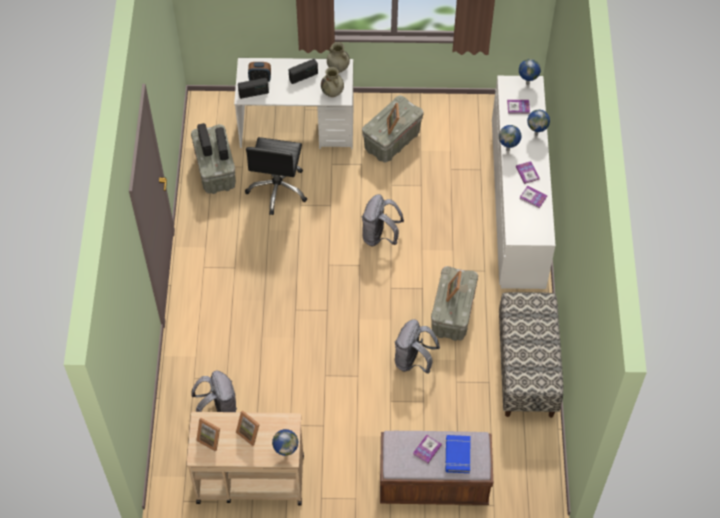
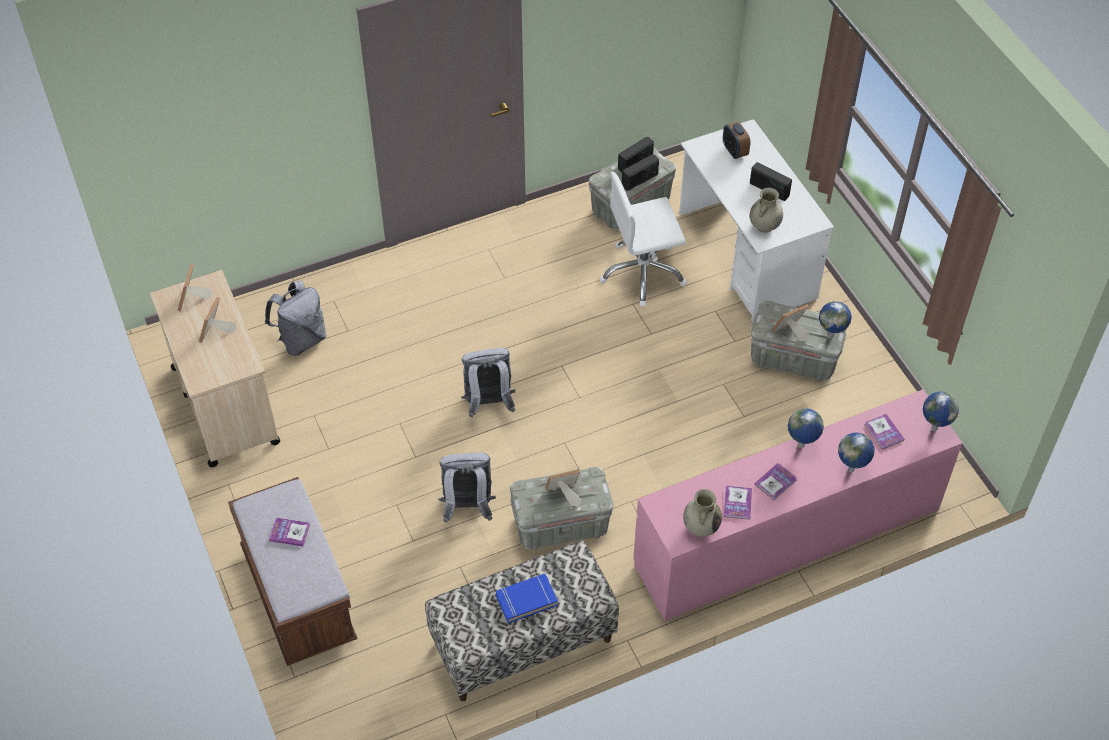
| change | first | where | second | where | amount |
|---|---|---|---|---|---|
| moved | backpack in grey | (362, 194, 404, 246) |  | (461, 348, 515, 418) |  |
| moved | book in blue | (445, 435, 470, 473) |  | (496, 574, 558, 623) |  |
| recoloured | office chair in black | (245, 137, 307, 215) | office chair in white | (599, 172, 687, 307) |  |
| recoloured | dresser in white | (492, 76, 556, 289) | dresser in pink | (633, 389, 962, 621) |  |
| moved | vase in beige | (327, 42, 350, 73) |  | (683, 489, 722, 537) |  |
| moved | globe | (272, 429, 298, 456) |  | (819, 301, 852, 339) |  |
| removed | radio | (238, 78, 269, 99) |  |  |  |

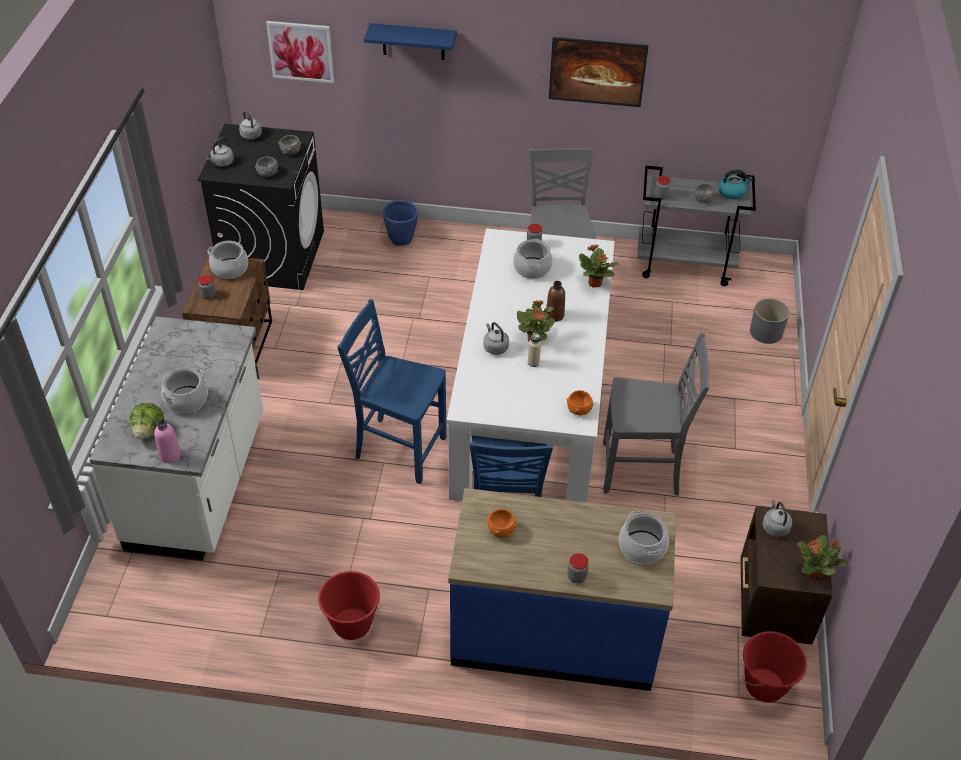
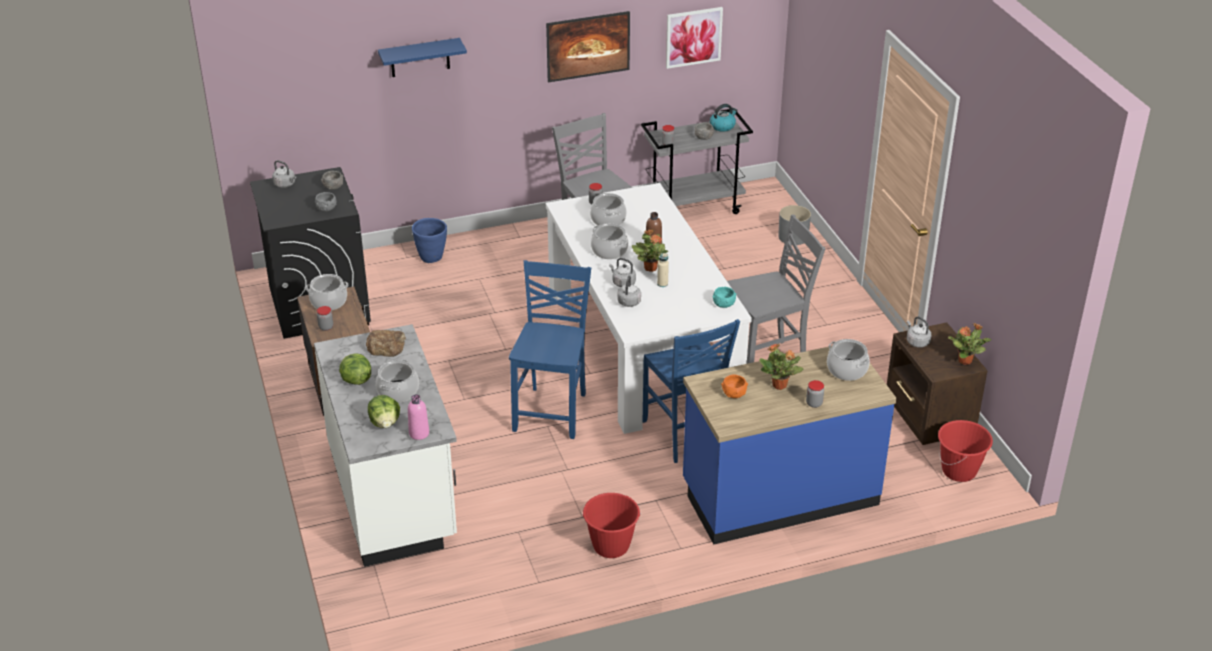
| change | first | where | second | where | amount |
|---|---|---|---|---|---|
| added |  |  | lettuce | (339, 353, 371, 385) |  |
| added |  |  | bread | (366, 330, 406, 357) |  |
| turned | chair in blue | (337, 299, 447, 484) |  | (509, 260, 591, 439) | 105 degrees clockwise |
| added |  |  | cooking pot | (591, 223, 628, 259) |  |
| moved | kettle in grey | (206, 137, 234, 167) |  | (617, 275, 641, 307) |  |
| moved | picture | (266, 21, 334, 83) |  | (666, 7, 723, 69) |  |
| recoloured | bowl in orange | (566, 390, 594, 415) | bowl in turquoise | (713, 287, 737, 308) |  |
| moved | potted plant | (579, 245, 618, 288) |  | (759, 344, 803, 390) |  |

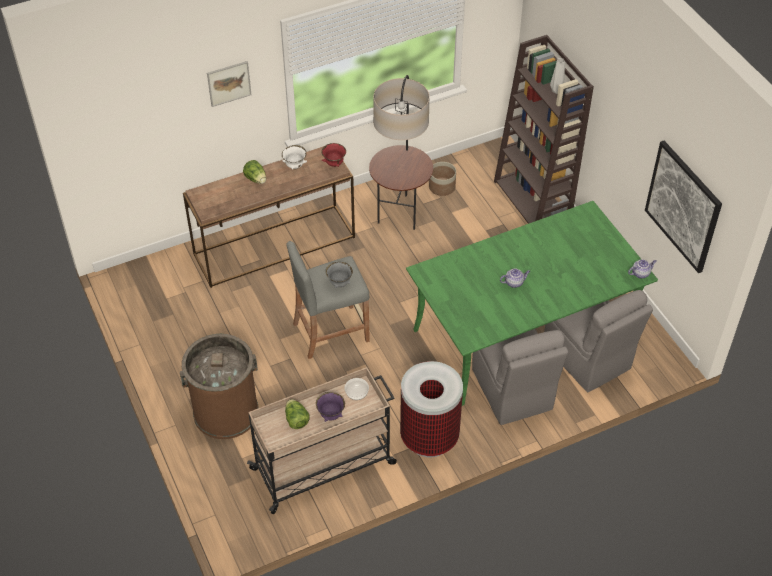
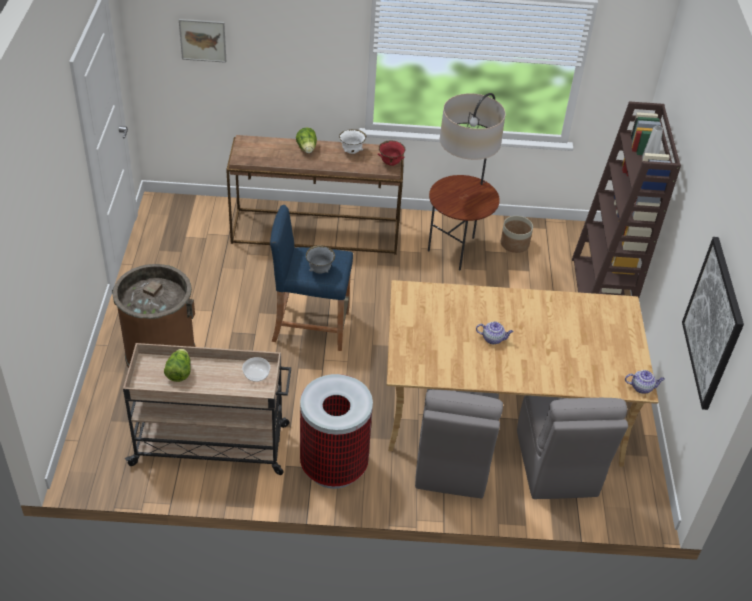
| change | first | where | second | where | amount |
|---|---|---|---|---|---|
| moved | picture | (207, 61, 252, 107) |  | (179, 19, 226, 63) |  |
| recoloured | stool in grey | (286, 241, 370, 359) | stool in blue | (270, 205, 353, 351) |  |
| recoloured | dining table in green | (406, 201, 658, 406) | dining table in beige | (387, 280, 659, 466) |  |
| removed | bowl in purple | (316, 392, 345, 422) |  |  |  |

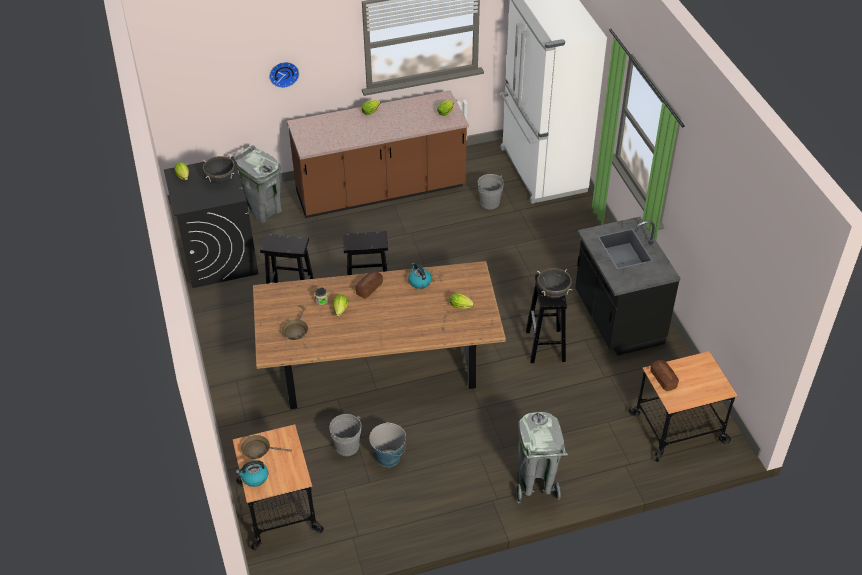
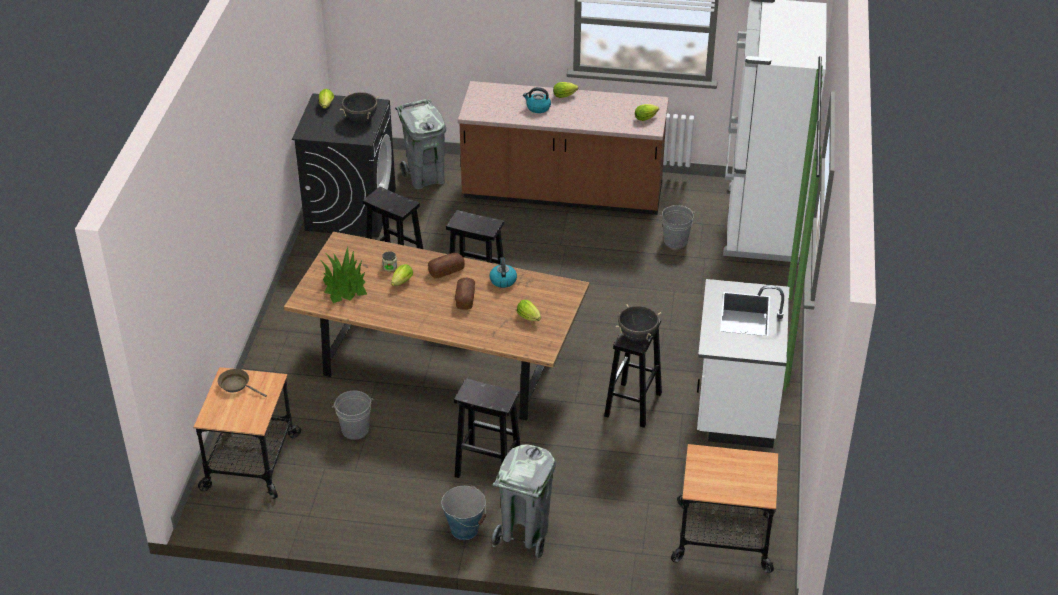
| change | first | where | second | where | amount |
|---|---|---|---|---|---|
| replaced | frying pan in brown | (282, 307, 308, 340) | potted plant | (321, 247, 367, 303) |  |
| moved | bucket | (369, 422, 406, 467) |  | (441, 486, 486, 540) |  |
| added |  |  | stool in black | (454, 378, 520, 478) |  |
| moved | bread | (650, 360, 679, 391) |  | (455, 278, 475, 310) |  |
| moved | kettle | (236, 460, 268, 487) |  | (523, 87, 551, 113) |  |
| recoloured | counter in black | (575, 217, 680, 356) | counter in white | (697, 279, 789, 448) |  |
| removed | wall clock | (269, 62, 299, 88) |  |  |  |

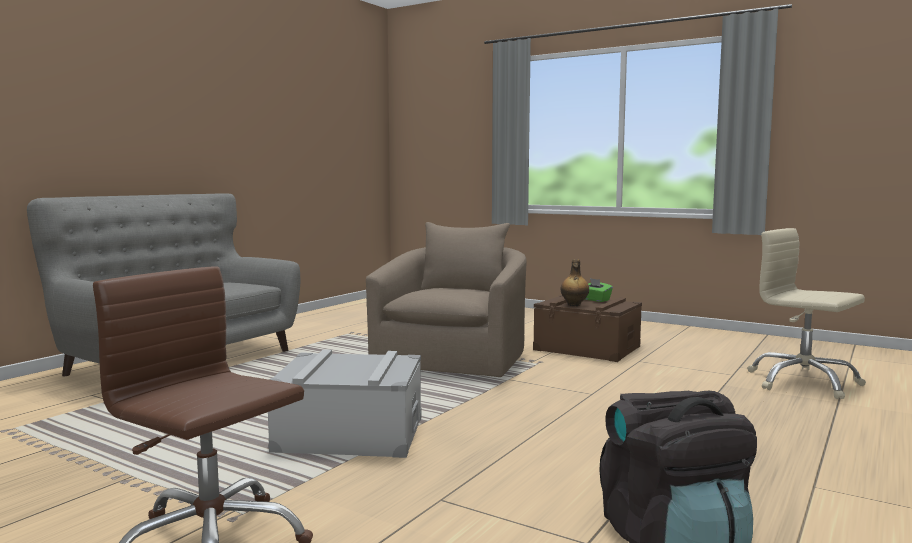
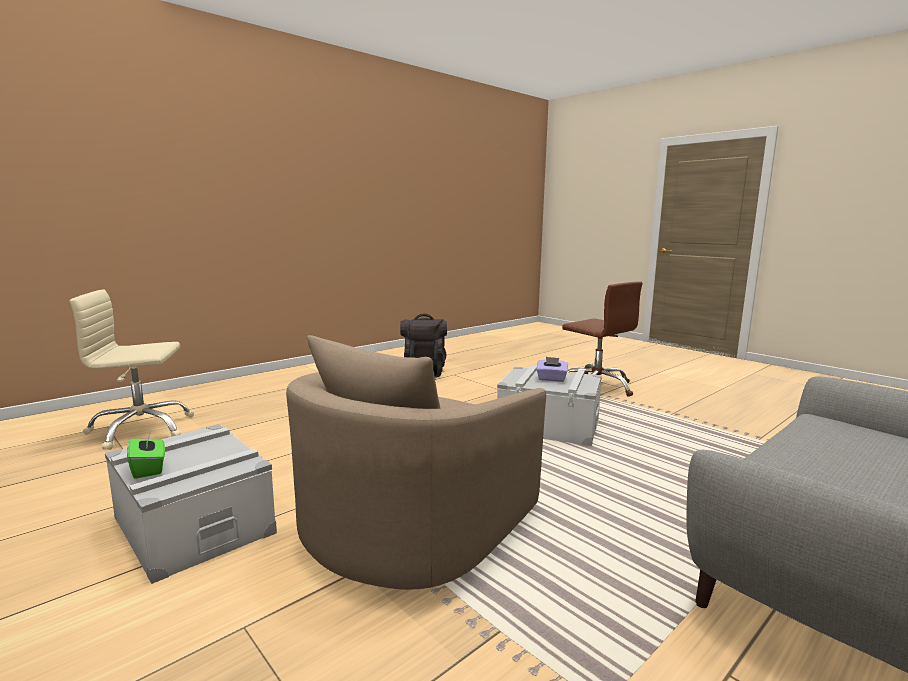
| change | first | where | second | where | amount |
|---|---|---|---|---|---|
| turned | office chair in beige | (748, 228, 866, 399) |  | (69, 290, 194, 450) | 105 degrees clockwise |
| recoloured | storage box in brown | (533, 295, 642, 362) | storage box in grey | (105, 424, 277, 584) |  |
| added |  |  | tissue box in purple | (536, 357, 568, 382) |  |
| removed | bottle | (561, 260, 589, 306) |  |  |  |

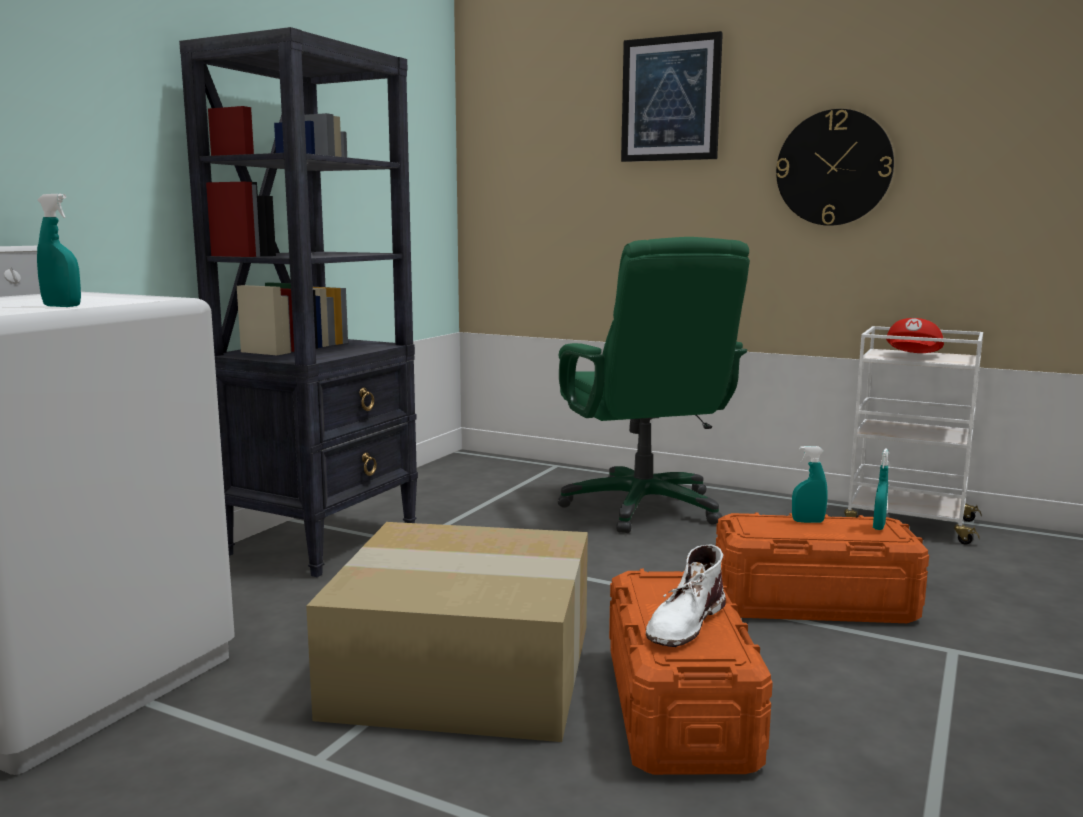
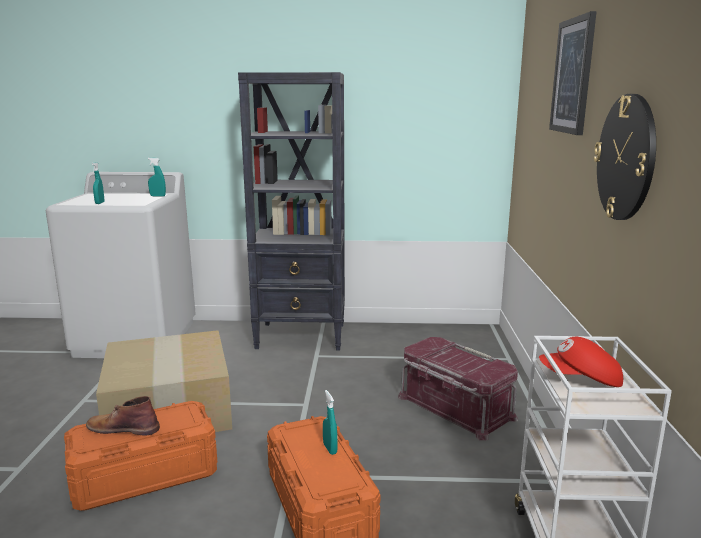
| change | first | where | second | where | amount |
|---|---|---|---|---|---|
| recoloured | boot in white | (646, 545, 726, 647) | boot in brown | (86, 396, 160, 436) |  |
| moved | spray bottle in turquoise | (873, 449, 889, 530) |  | (148, 158, 166, 197) |  |
| replaced | office chair in green | (558, 237, 750, 533) | storage box in red | (398, 337, 518, 440) |  |

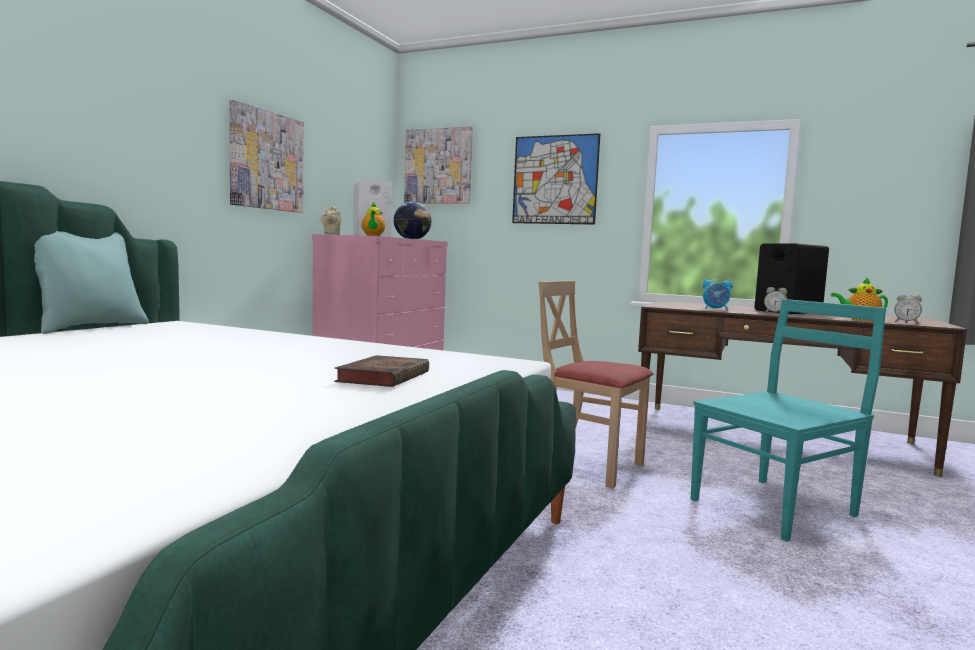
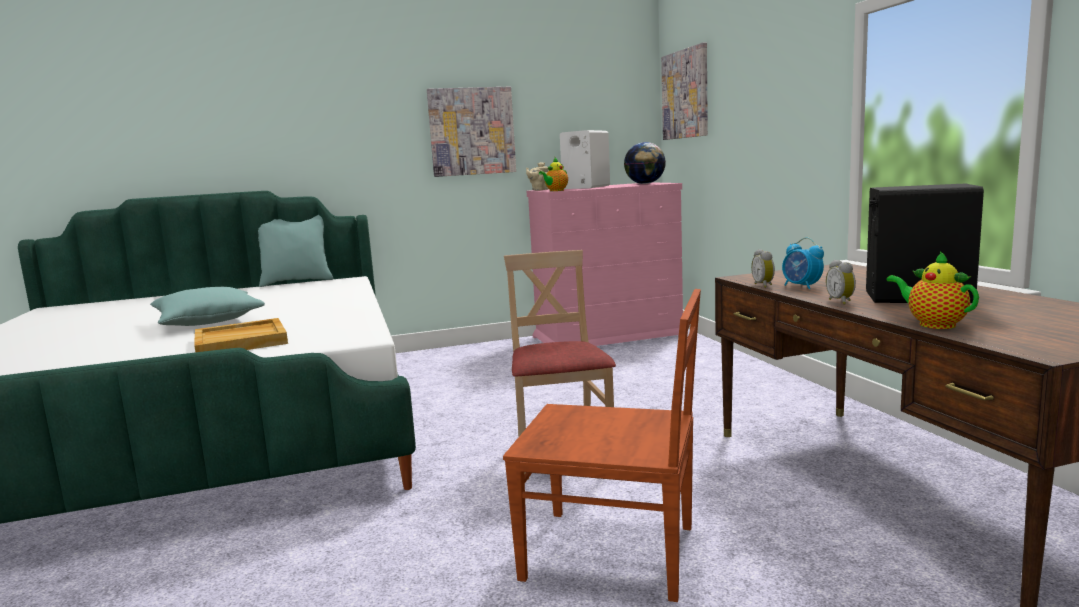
| change | first | where | second | where | amount |
|---|---|---|---|---|---|
| added |  |  | pillow in turquoise | (150, 287, 265, 326) |  |
| replaced | book | (334, 355, 429, 387) | tray in beige | (194, 318, 288, 352) |  |
| recoloured | chair in turquoise | (691, 299, 886, 542) | chair in brown | (503, 289, 701, 602) |  |
| moved | alarm clock | (894, 294, 922, 324) |  | (751, 249, 775, 288) |  |
| removed | picture | (512, 133, 600, 225) |  |  |  |

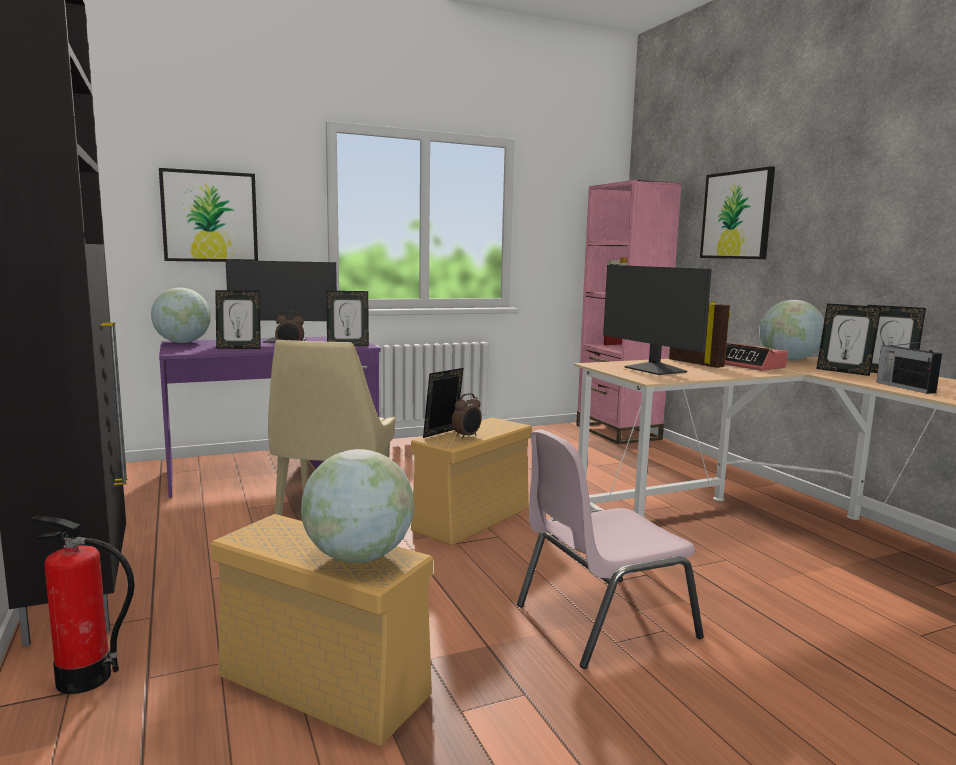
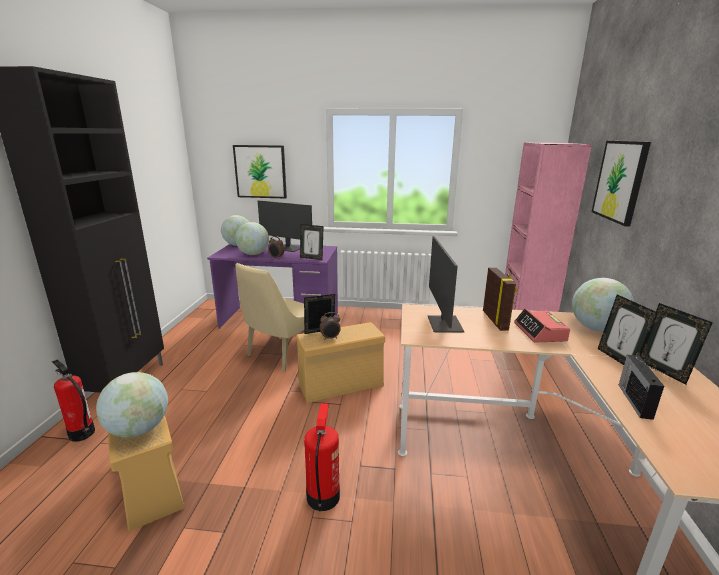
| change | first | where | second | where | amount |
|---|---|---|---|---|---|
| replaced | picture frame | (215, 290, 261, 349) | globe | (235, 222, 269, 255) |  |
| replaced | chair in pink | (517, 429, 704, 669) | fire extinguisher | (304, 403, 340, 511) |  |

